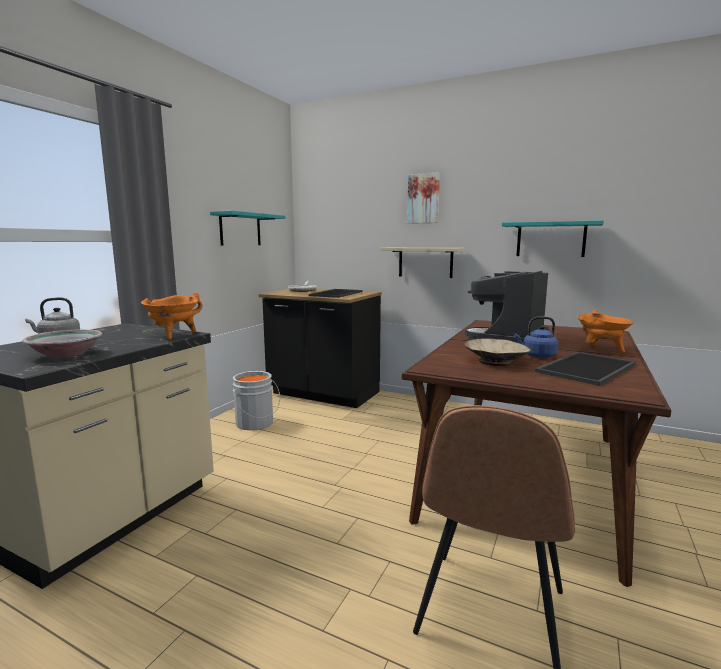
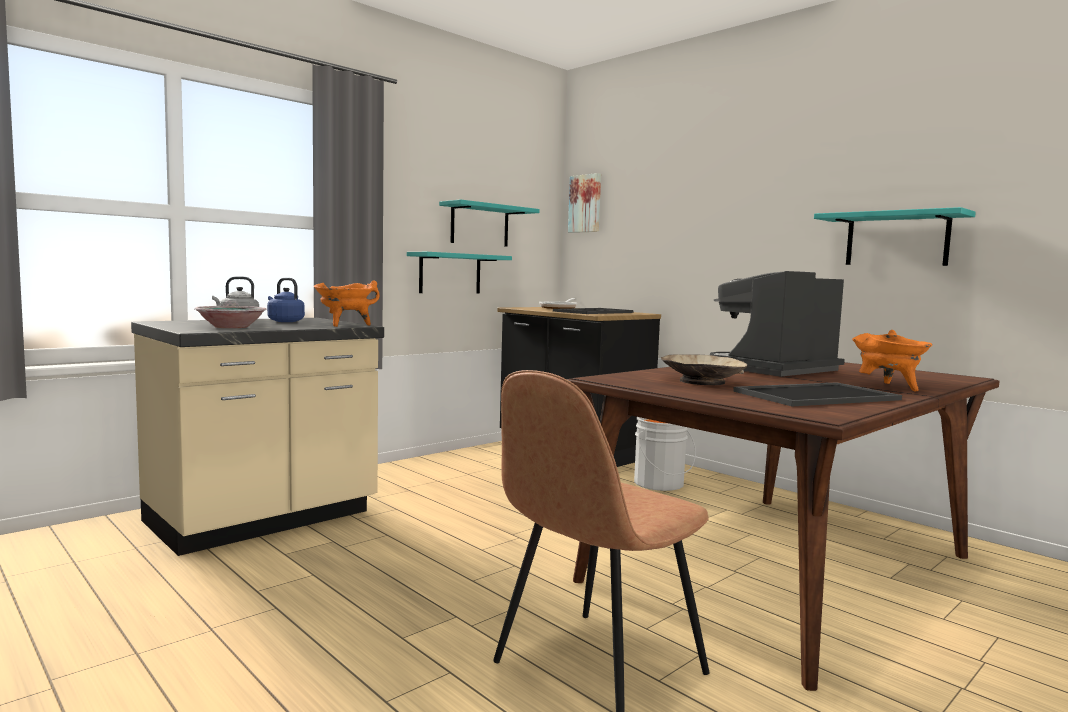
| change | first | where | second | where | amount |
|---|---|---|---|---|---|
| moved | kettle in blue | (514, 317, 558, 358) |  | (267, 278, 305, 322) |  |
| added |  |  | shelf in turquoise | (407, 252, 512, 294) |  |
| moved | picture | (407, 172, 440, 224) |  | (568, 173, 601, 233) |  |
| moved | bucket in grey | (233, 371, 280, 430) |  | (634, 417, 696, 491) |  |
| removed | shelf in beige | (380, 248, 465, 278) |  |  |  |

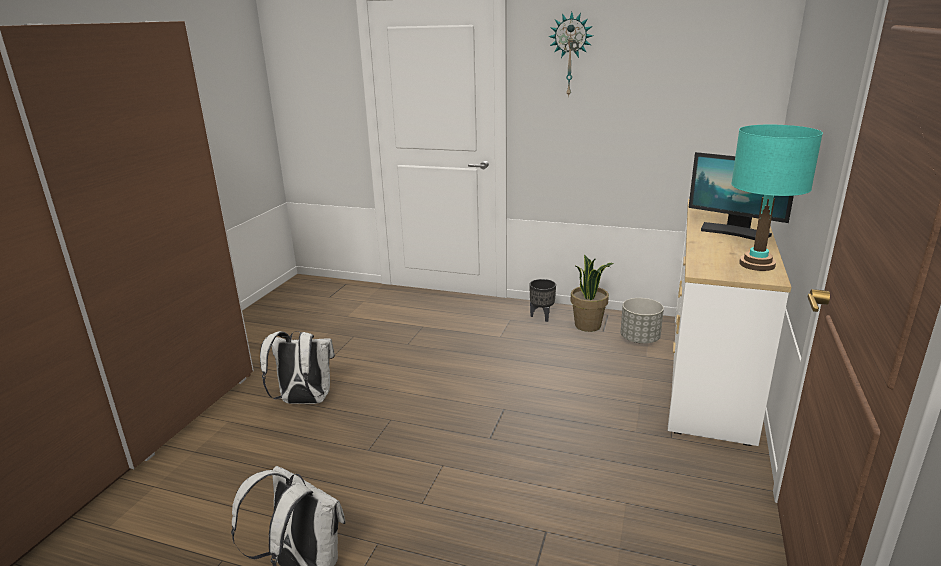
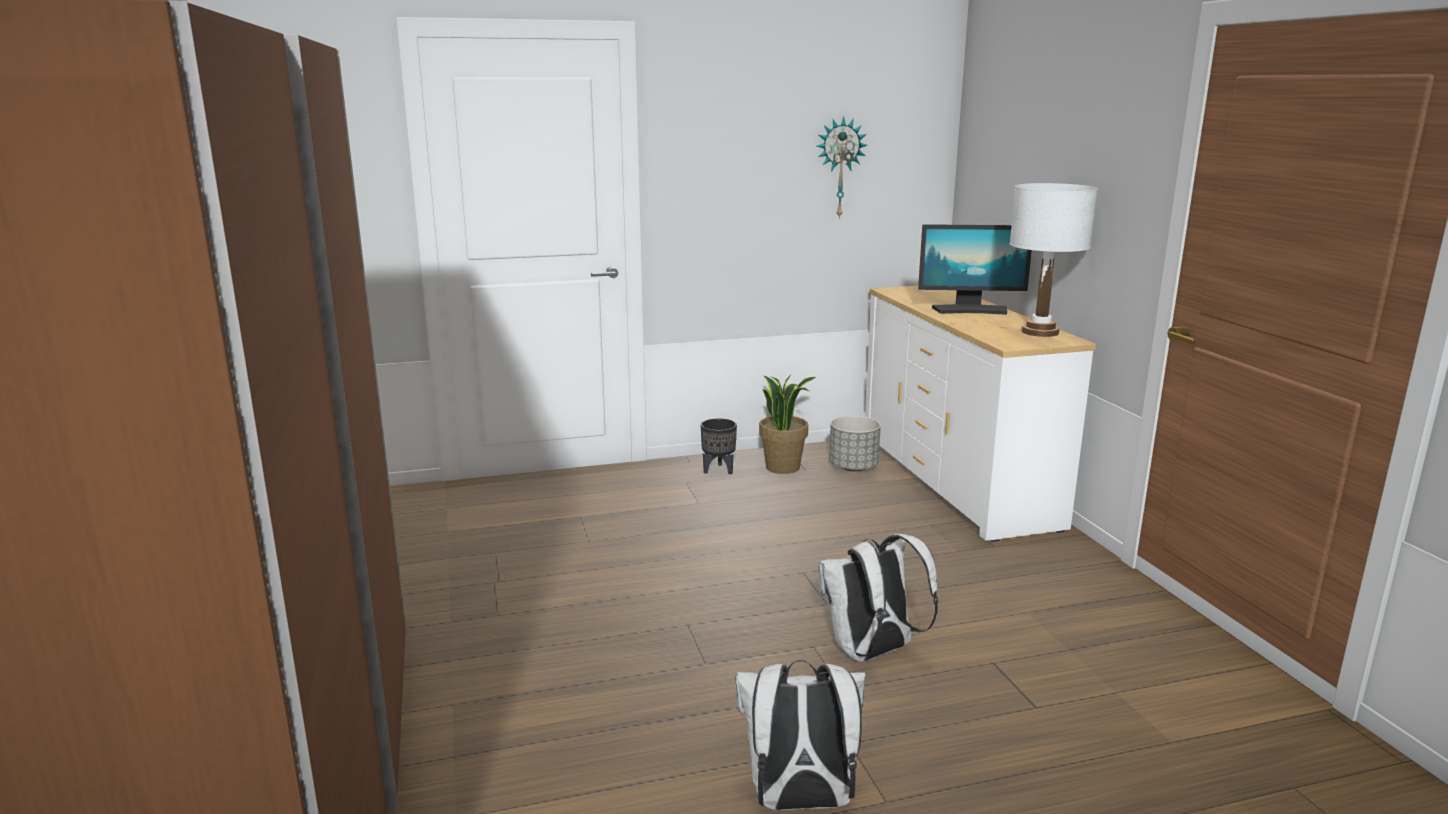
| change | first | where | second | where | amount |
|---|---|---|---|---|---|
| moved | wall clock | (549, 12, 593, 98) |  | (817, 116, 867, 219) |  |
| moved | backpack in white | (260, 331, 335, 404) |  | (818, 534, 938, 662) |  |
| recoloured | table lamp in turquoise | (731, 125, 823, 271) | table lamp in white | (1010, 183, 1098, 337) |  |

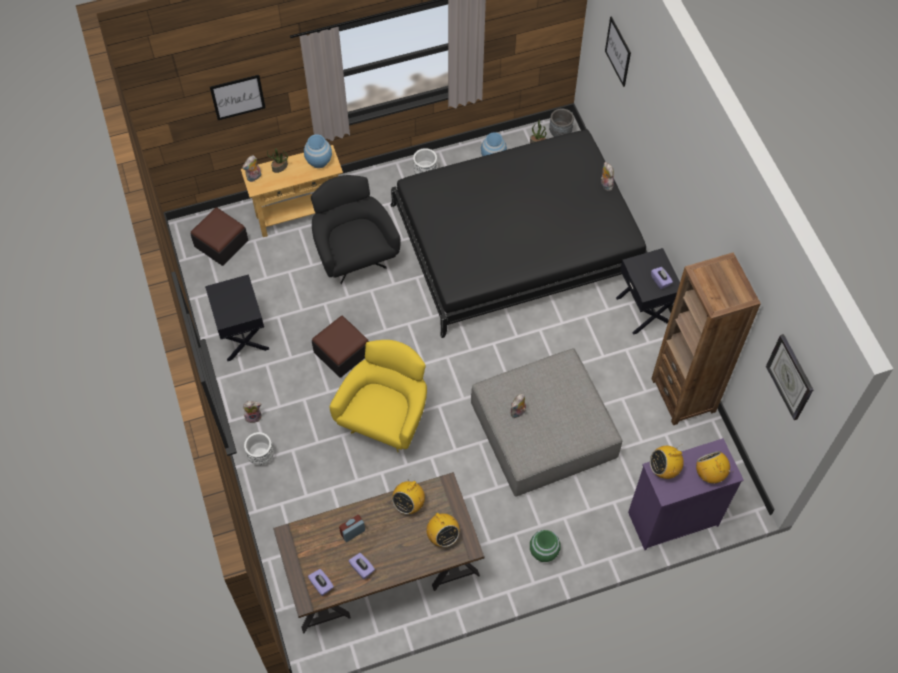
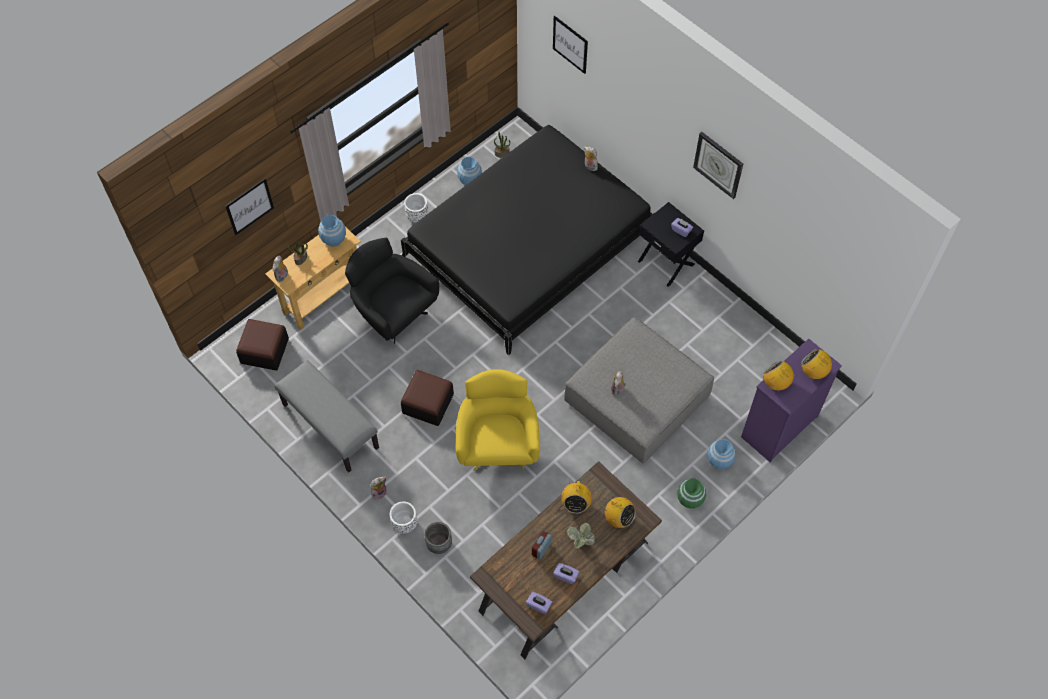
| change | first | where | second | where | amount |
|---|---|---|---|---|---|
| replaced | nightstand in black | (205, 274, 269, 361) | bench in grey | (274, 360, 379, 473) |  |
| moved | planter in grey | (549, 108, 574, 137) |  | (425, 522, 452, 554) |  |
| added |  |  | potted plant | (567, 523, 595, 549) |  |
| moved | wall clock | (766, 334, 814, 420) |  | (693, 132, 743, 199) |  |
| added |  |  | vase in blue | (707, 439, 736, 469) |  |
| turned | radio | (650, 444, 684, 479) |  | (763, 361, 798, 390) | 90 degrees clockwise |
| removed | bookcase in brown | (651, 253, 761, 425) |  |  |  |

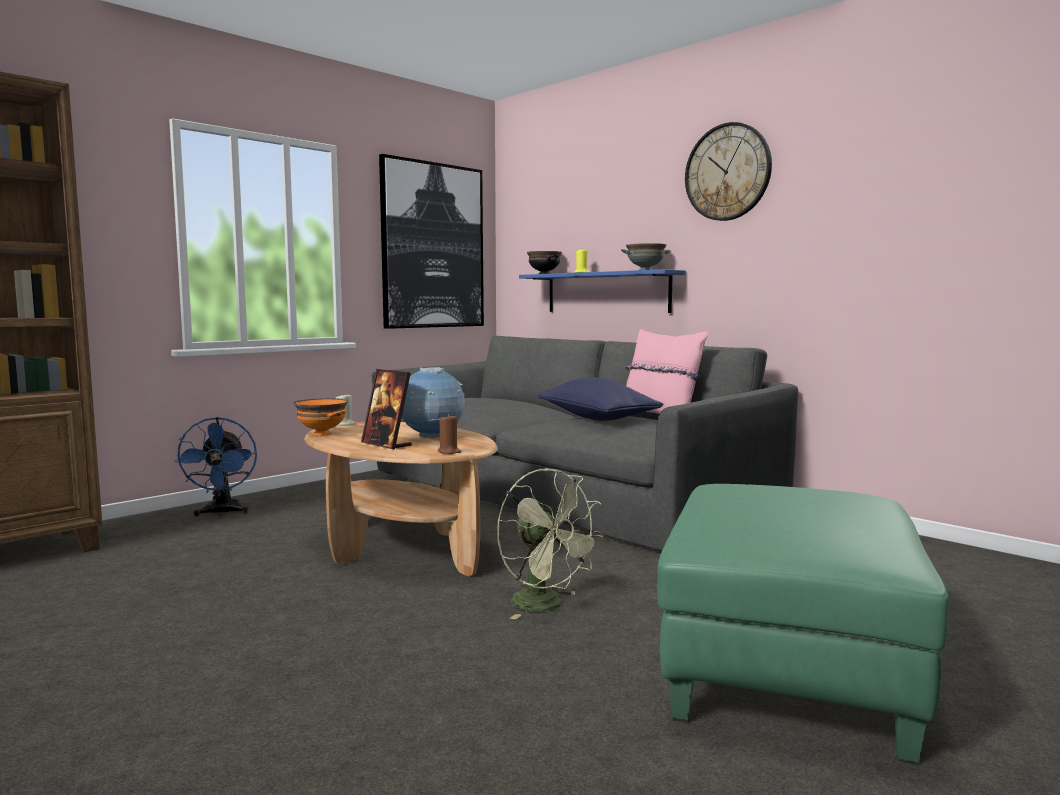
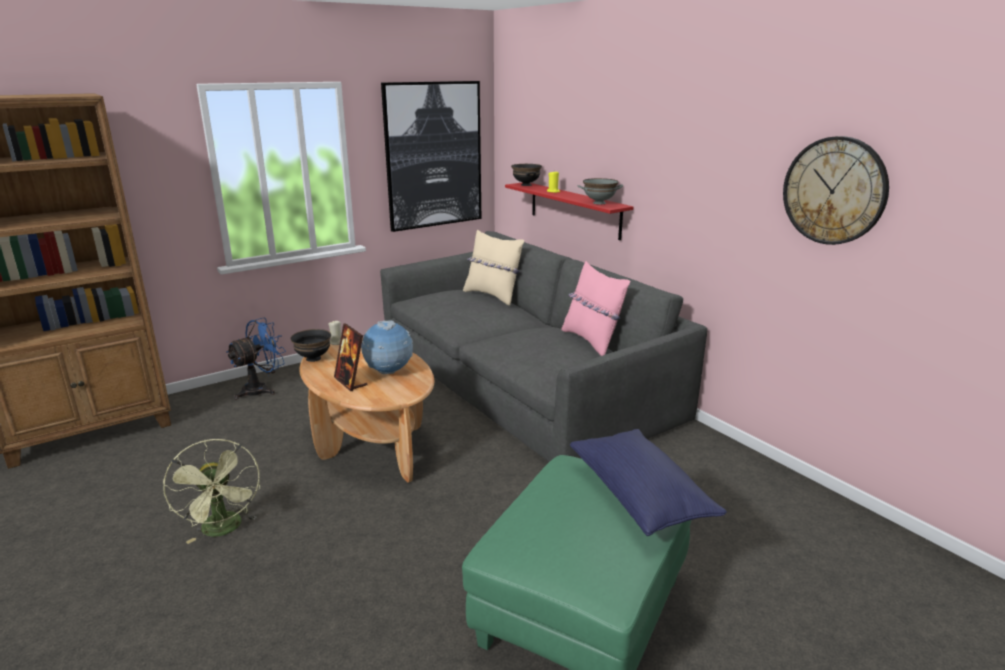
| change | first | where | second | where | amount |
|---|---|---|---|---|---|
| moved | fan in green | (497, 468, 604, 620) |  | (163, 439, 260, 544) |  |
| turned | fan in blue | (174, 417, 257, 516) |  | (226, 318, 286, 400) | 135 degrees counterclockwise |
| recoloured | bowl in orange | (294, 398, 348, 436) | bowl in black | (290, 329, 331, 362) |  |
| added |  |  | pillow in beige | (463, 230, 524, 306) |  |
| recoloured | shelf in blue | (519, 269, 686, 313) | shelf in red | (505, 183, 633, 240) |  |
| moved | pillow in blue | (538, 377, 663, 421) |  | (570, 429, 727, 536) |  |
| moved | wall clock | (685, 122, 772, 221) |  | (783, 136, 889, 245) |  |
| removed | candle in brown | (438, 414, 461, 454) |  |  |  |

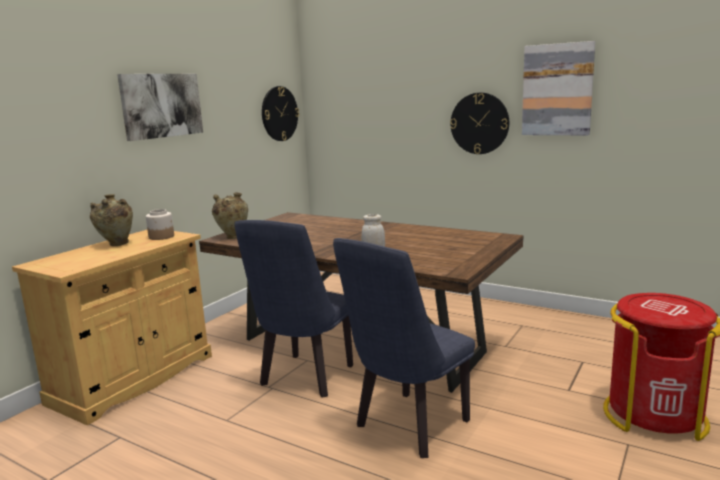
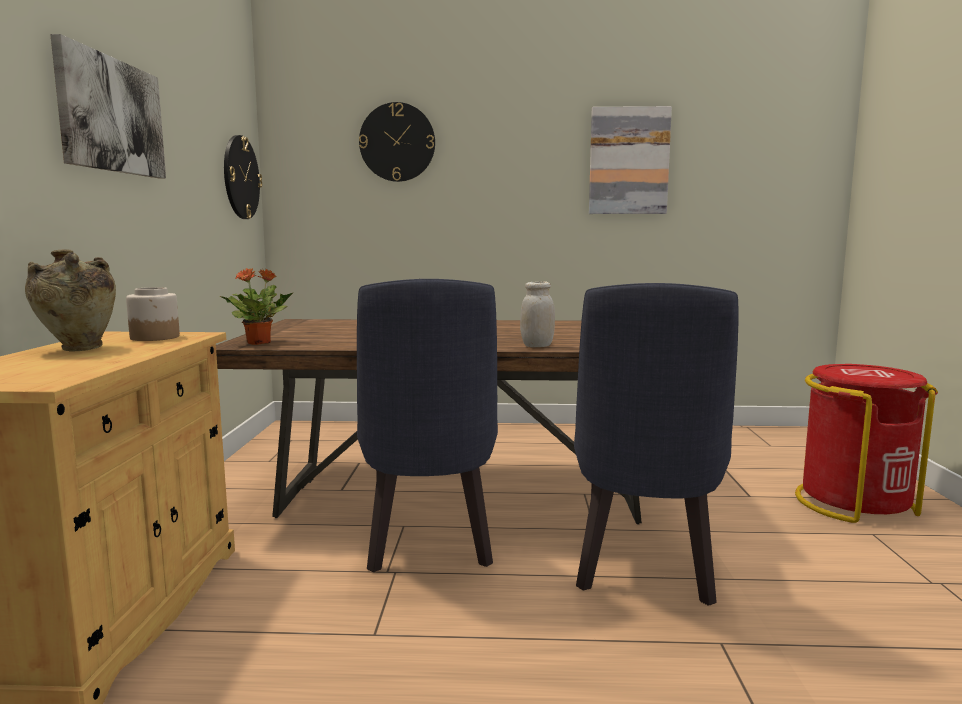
| change | first | where | second | where | amount |
|---|---|---|---|---|---|
| replaced | vase in beige | (212, 192, 248, 239) | potted plant | (220, 268, 294, 345) |  |
| moved | wall clock | (450, 93, 509, 154) |  | (359, 102, 435, 182) |  |

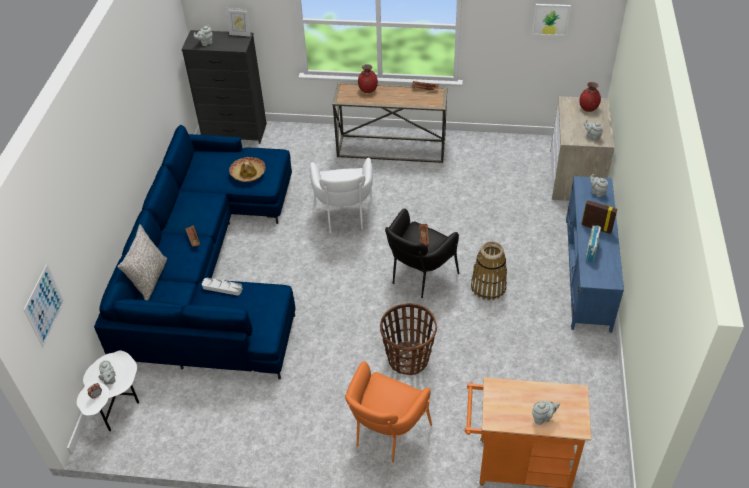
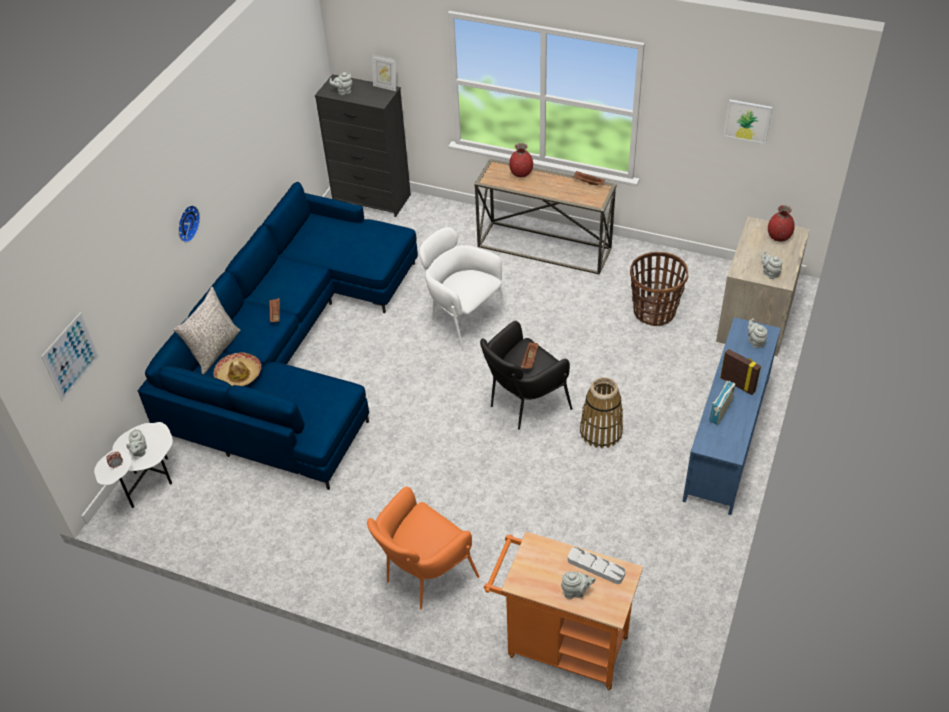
| change | first | where | second | where | amount |
|---|---|---|---|---|---|
| added |  |  | wall clock | (178, 205, 200, 242) |  |
| moved | hat | (229, 157, 266, 182) |  | (213, 352, 261, 386) |  |
| turned | armchair in white | (310, 158, 373, 233) |  | (420, 227, 507, 352) | 120 degrees clockwise |
| moved | tray in grey | (202, 278, 243, 296) |  | (568, 547, 625, 584) |  |
| moved | basket | (380, 303, 437, 375) |  | (630, 252, 689, 326) |  |

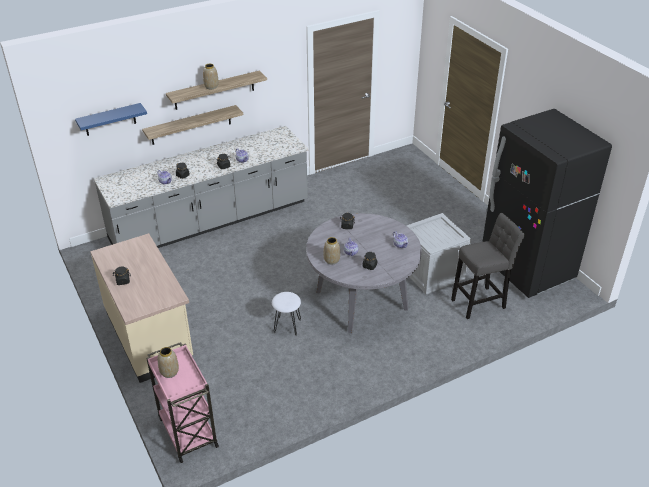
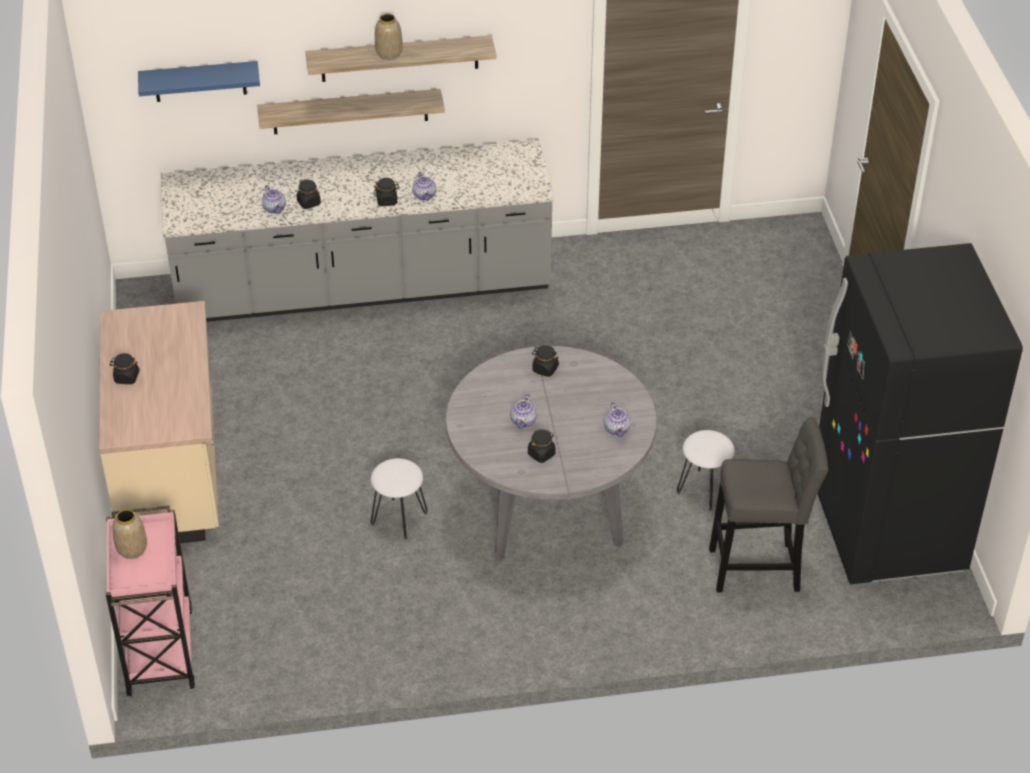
| change | first | where | second | where | amount |
|---|---|---|---|---|---|
| replaced | crate | (407, 213, 471, 294) | stool in white | (677, 430, 735, 510) |  |
| removed | vase | (324, 237, 340, 265) |  |  |  |

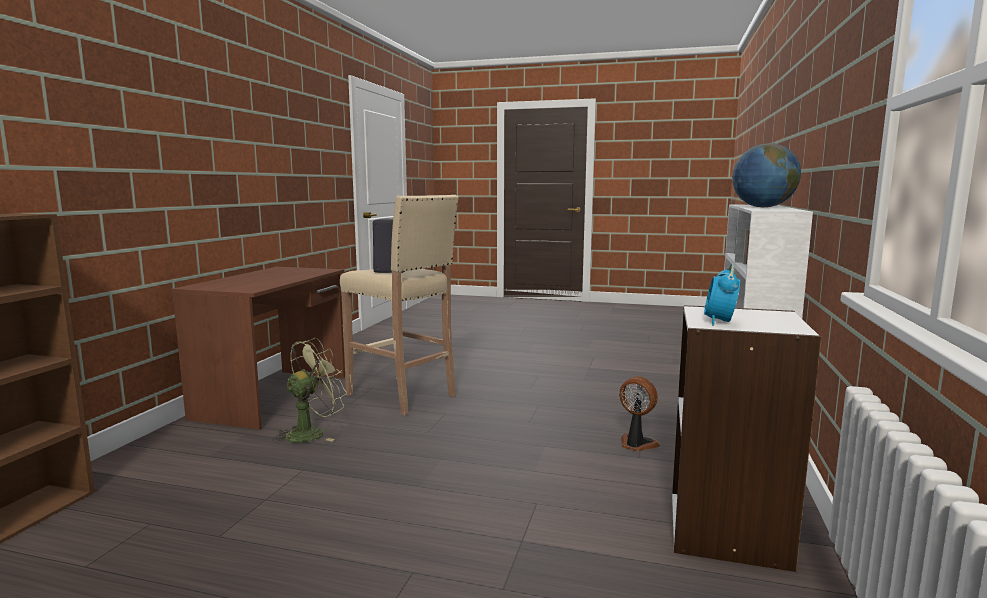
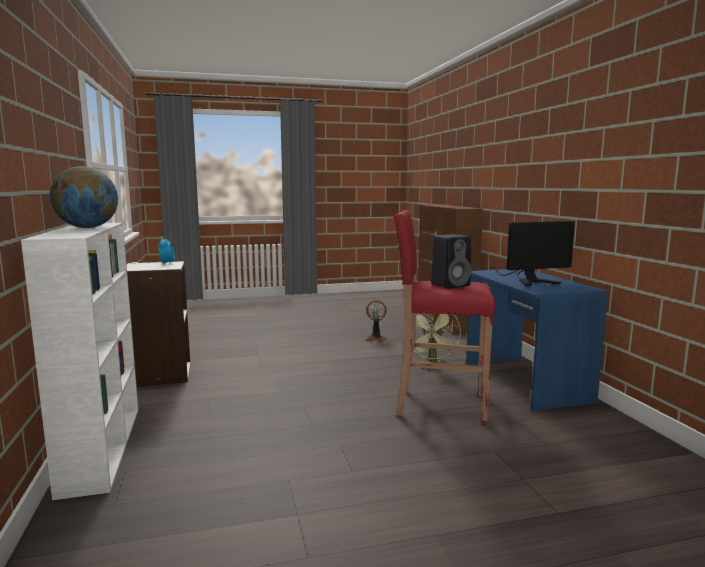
| change | first | where | second | where | amount |
|---|---|---|---|---|---|
| moved | fan | (619, 376, 660, 451) |  | (365, 300, 387, 341) |  |
| recoloured | stool in beige | (340, 195, 459, 415) | stool in red | (394, 210, 496, 424) |  |
| recoloured | desk in brown | (172, 267, 345, 430) | desk in blue | (466, 269, 609, 411) |  |
| added |  |  | monitor | (491, 221, 575, 286) |  |

